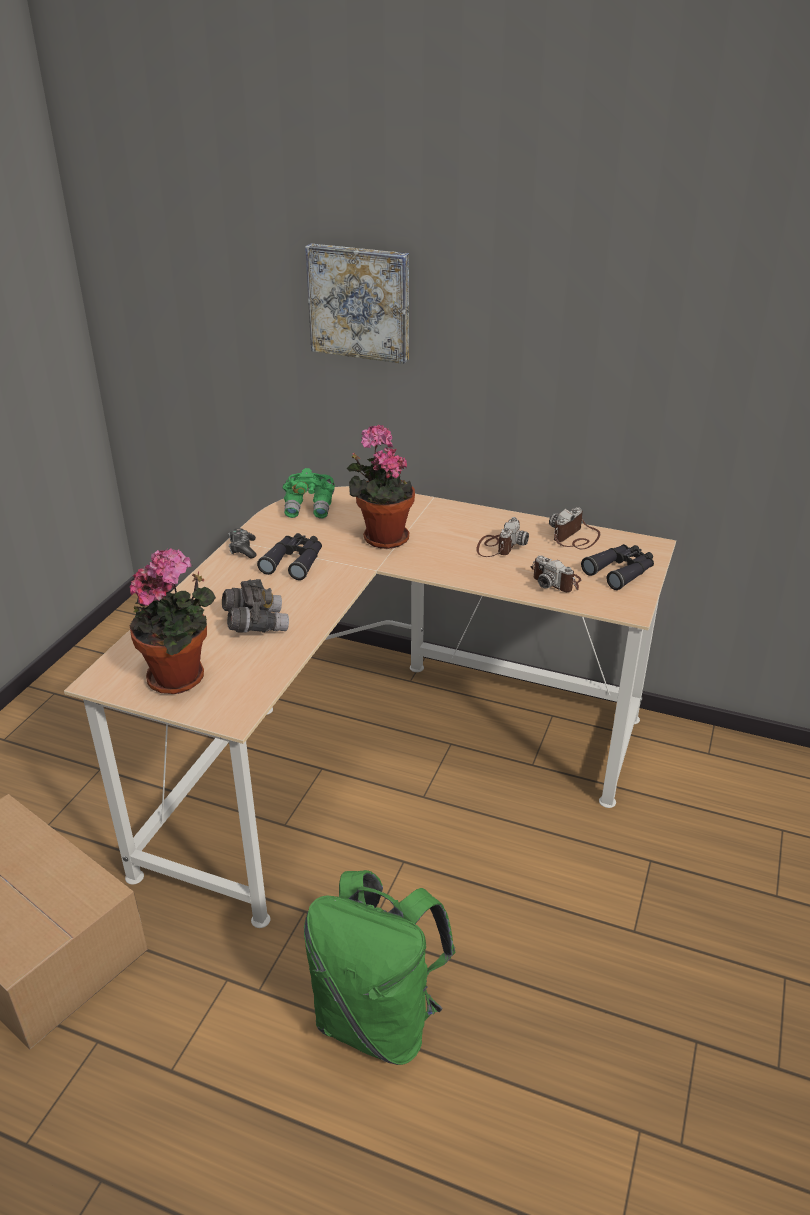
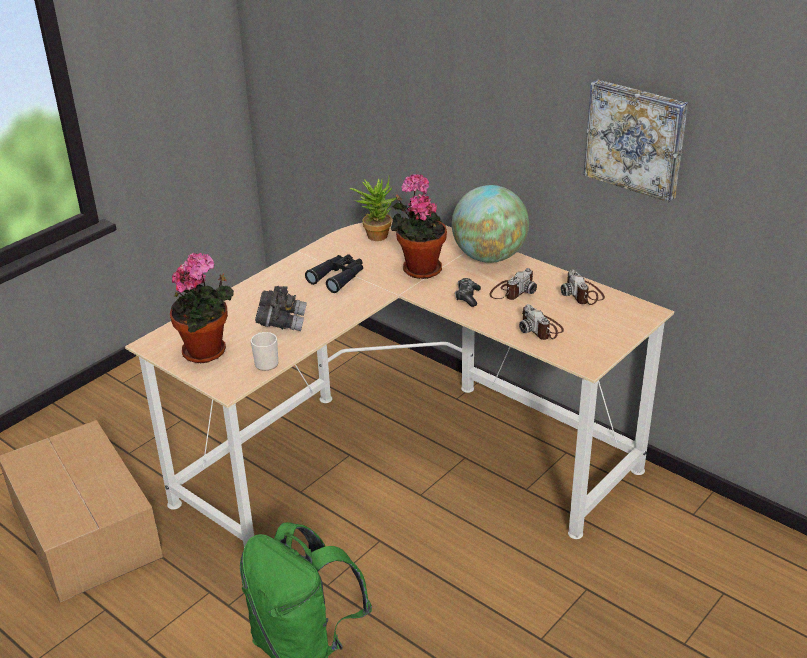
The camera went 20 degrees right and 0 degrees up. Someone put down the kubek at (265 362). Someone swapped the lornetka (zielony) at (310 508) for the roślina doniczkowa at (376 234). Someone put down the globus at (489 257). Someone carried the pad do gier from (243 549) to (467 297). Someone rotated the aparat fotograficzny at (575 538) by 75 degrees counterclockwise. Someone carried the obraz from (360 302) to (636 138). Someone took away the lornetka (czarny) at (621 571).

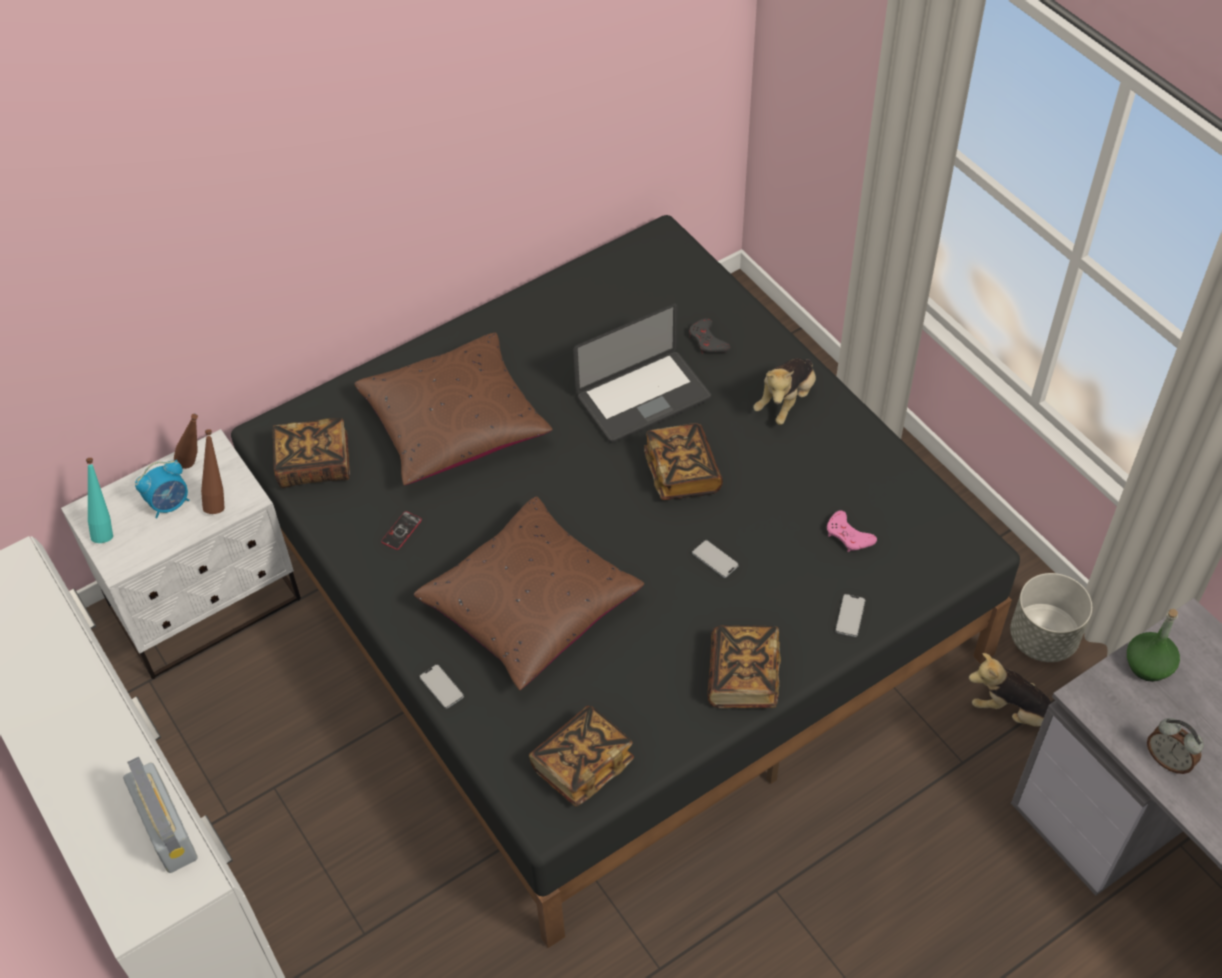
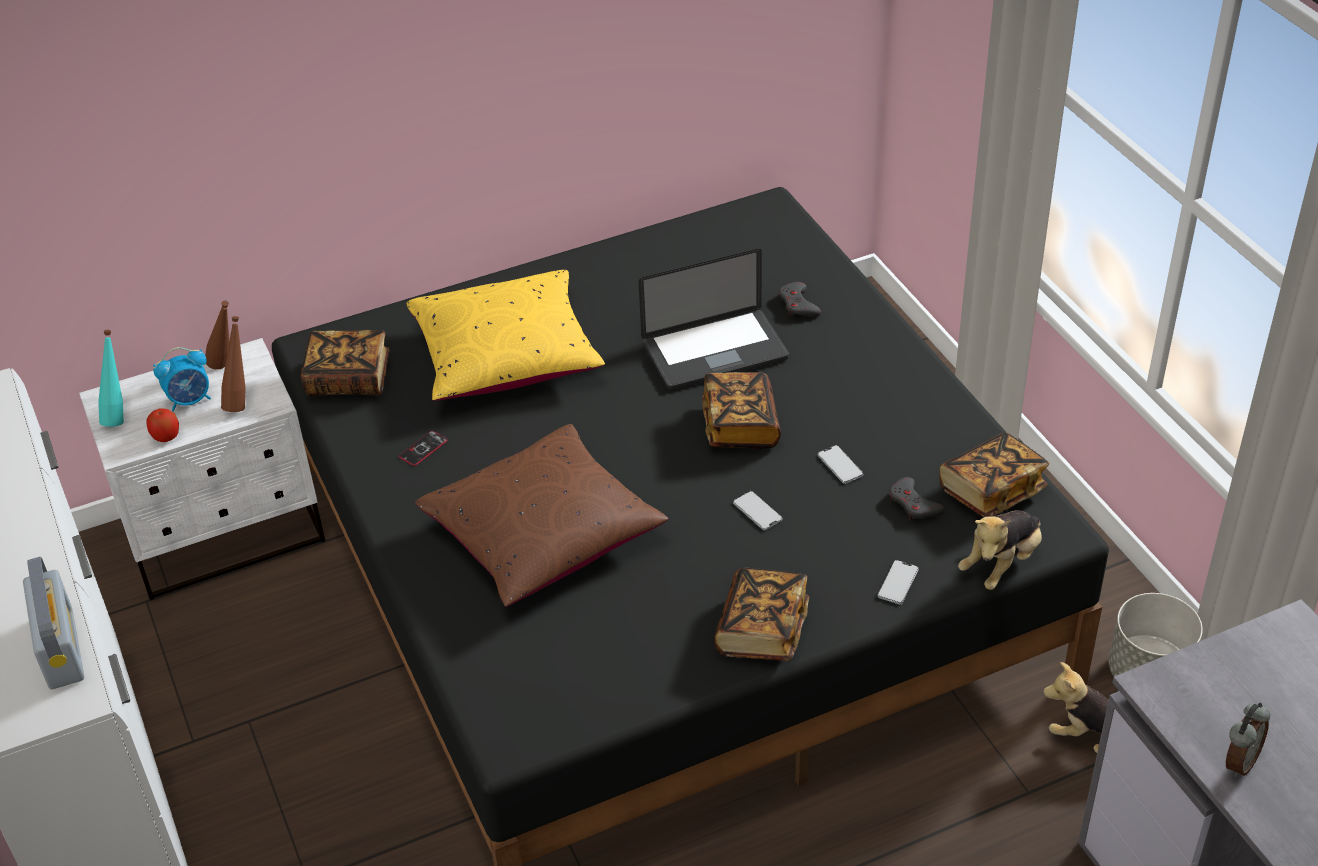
The camera went 10 degrees right and 10 degrees down. Someone put down the jabłko at (166 437). Someone repainted the poduszka (brązowy) at (454 424), which became the poduszka (żółty) at (505 356). Someone carried the telefon from (441 687) to (840 465). Someone repainted the pad do gier (różowy) at (848 536), which became the pad do gier (szary) at (913 504). Someone carried the książka from (582 765) to (991 490). Someone carried the pluszak from (786 401) to (1001 564). Someone rotated the budzik at (1168 760) by 105 degrees counterclockwise. Someone took away the butelka (zielony) at (1148 665).

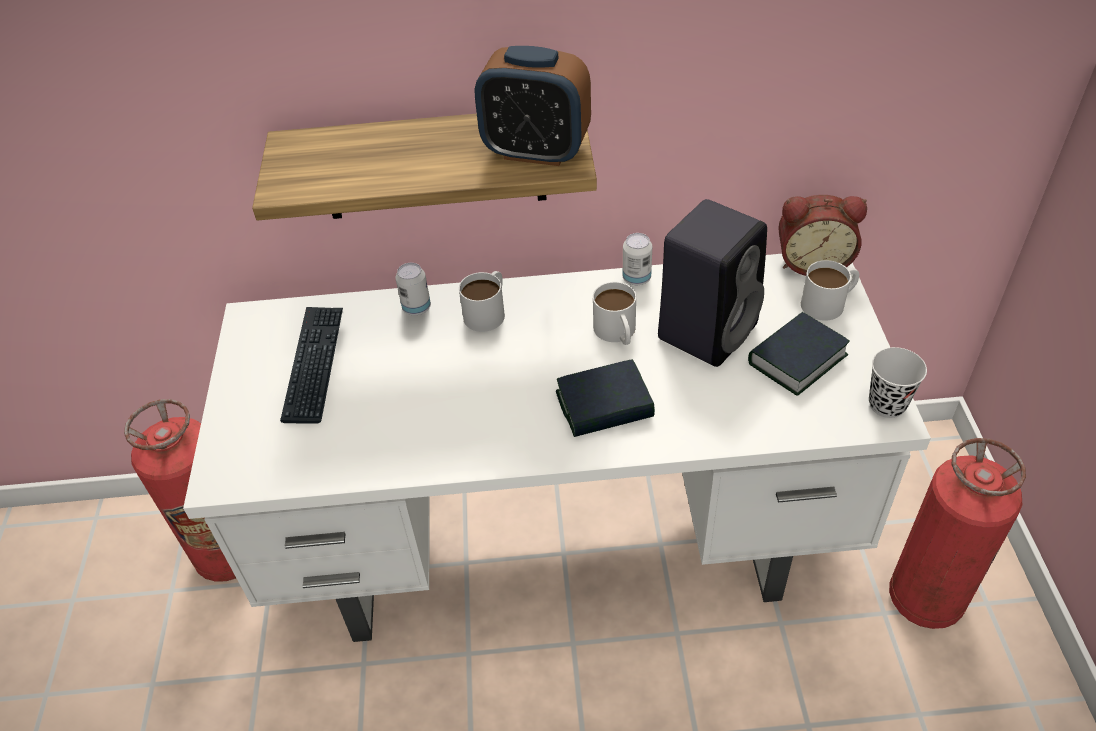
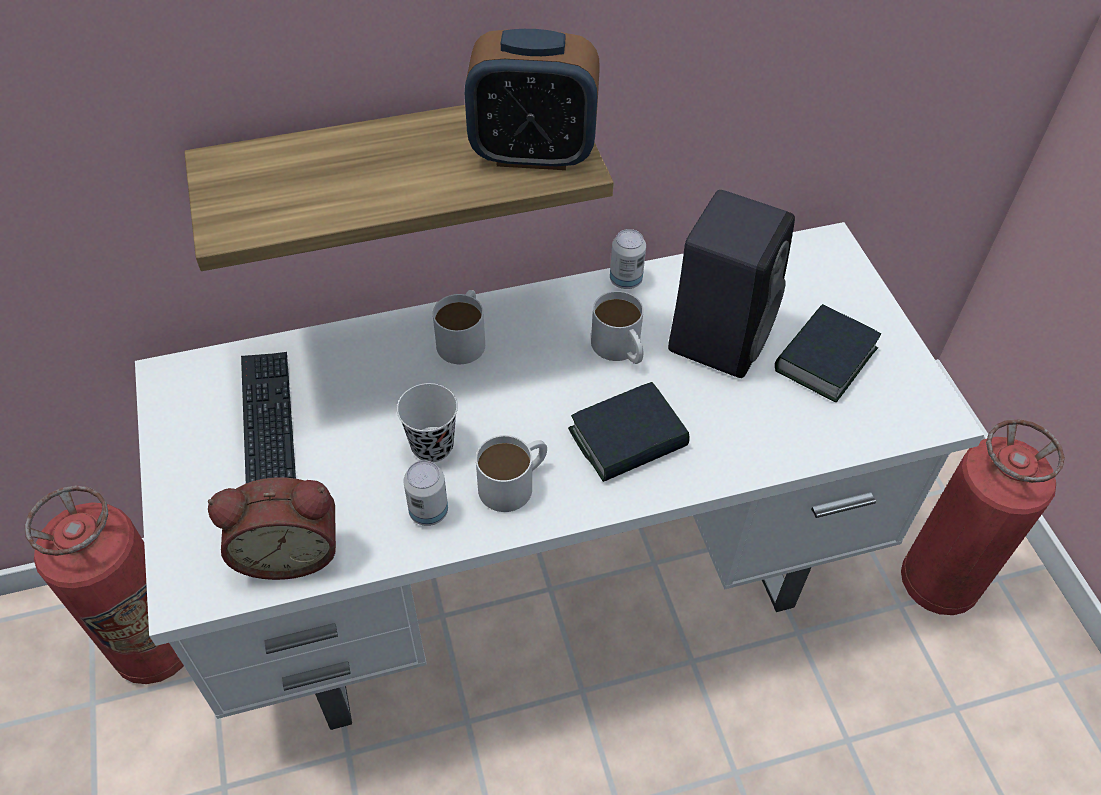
The camera went 15 degrees left and 5 degrees up. Someone carried the budzik from (812 262) to (289 550). Someone carried the filiżanka (czarny) from (887 404) to (432 446). Someone carried the puszka from (416 308) to (428 511). Someone carried the kubek (biały) from (829 302) to (514 482).

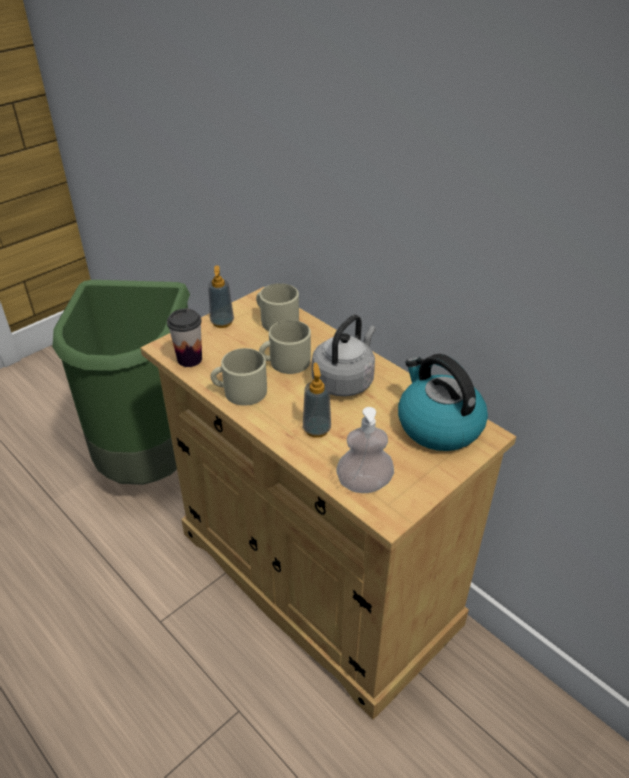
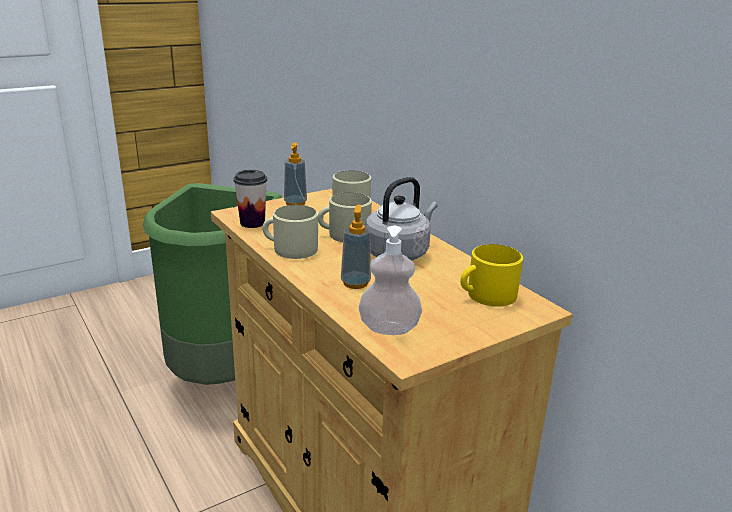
The camera went 10 degrees right and 15 degrees down. Someone swapped the czajnik at (438 425) for the kubek (żółty) at (486 295).

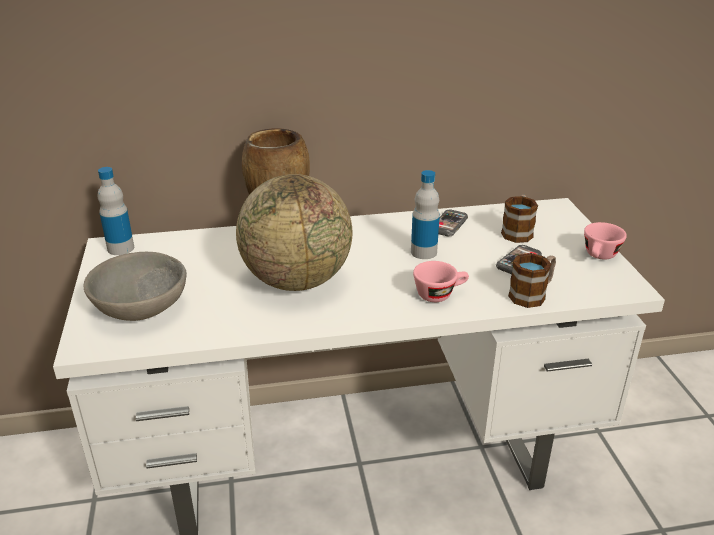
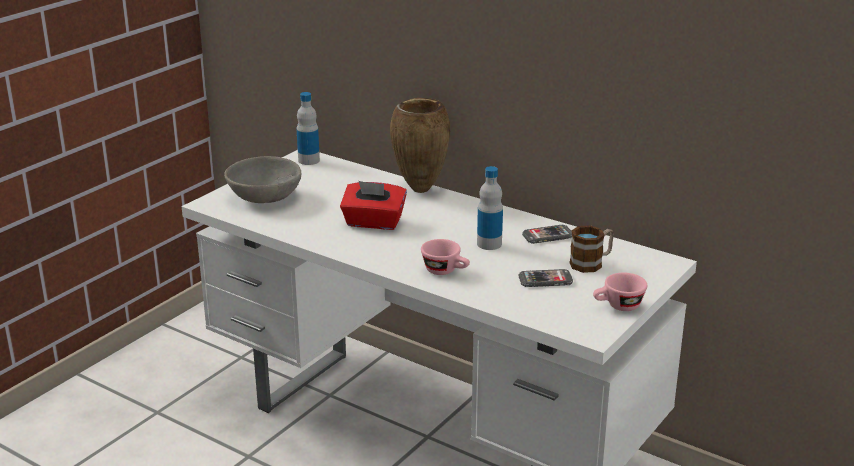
The camera went 45 degrees right and 5 degrees down. Someone swapped the globus at (297 280) for the pudełko chusteczek (czerwony) at (373 223). Someone took away the kubek at (532 294).

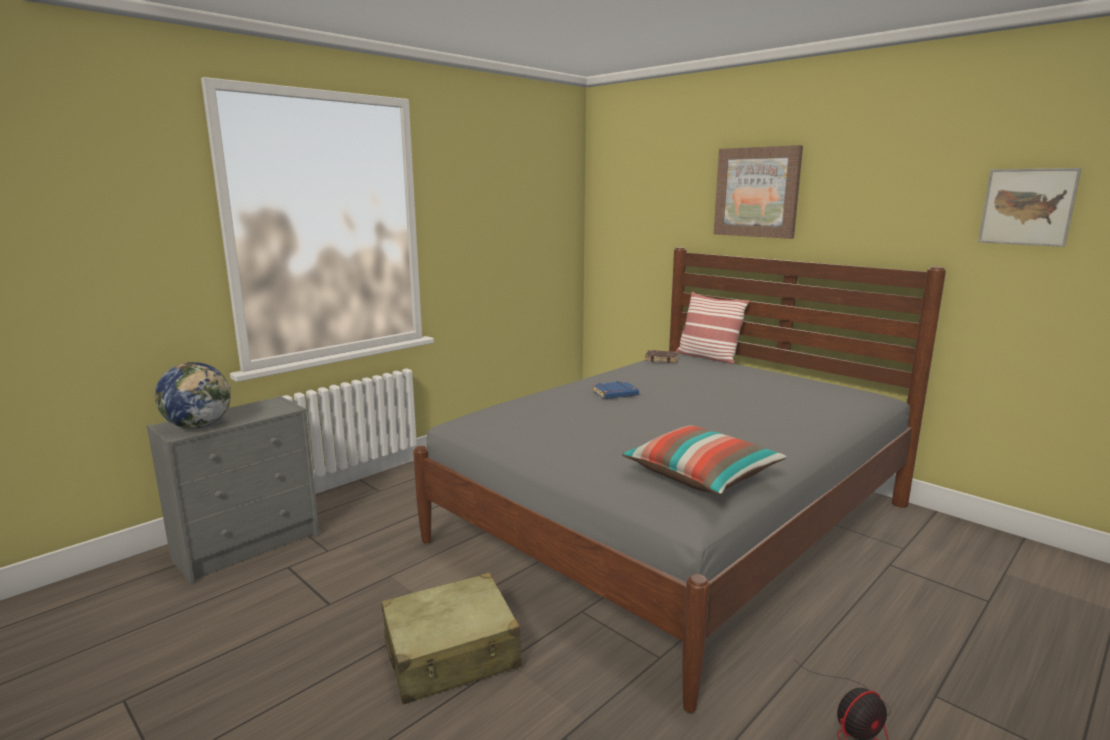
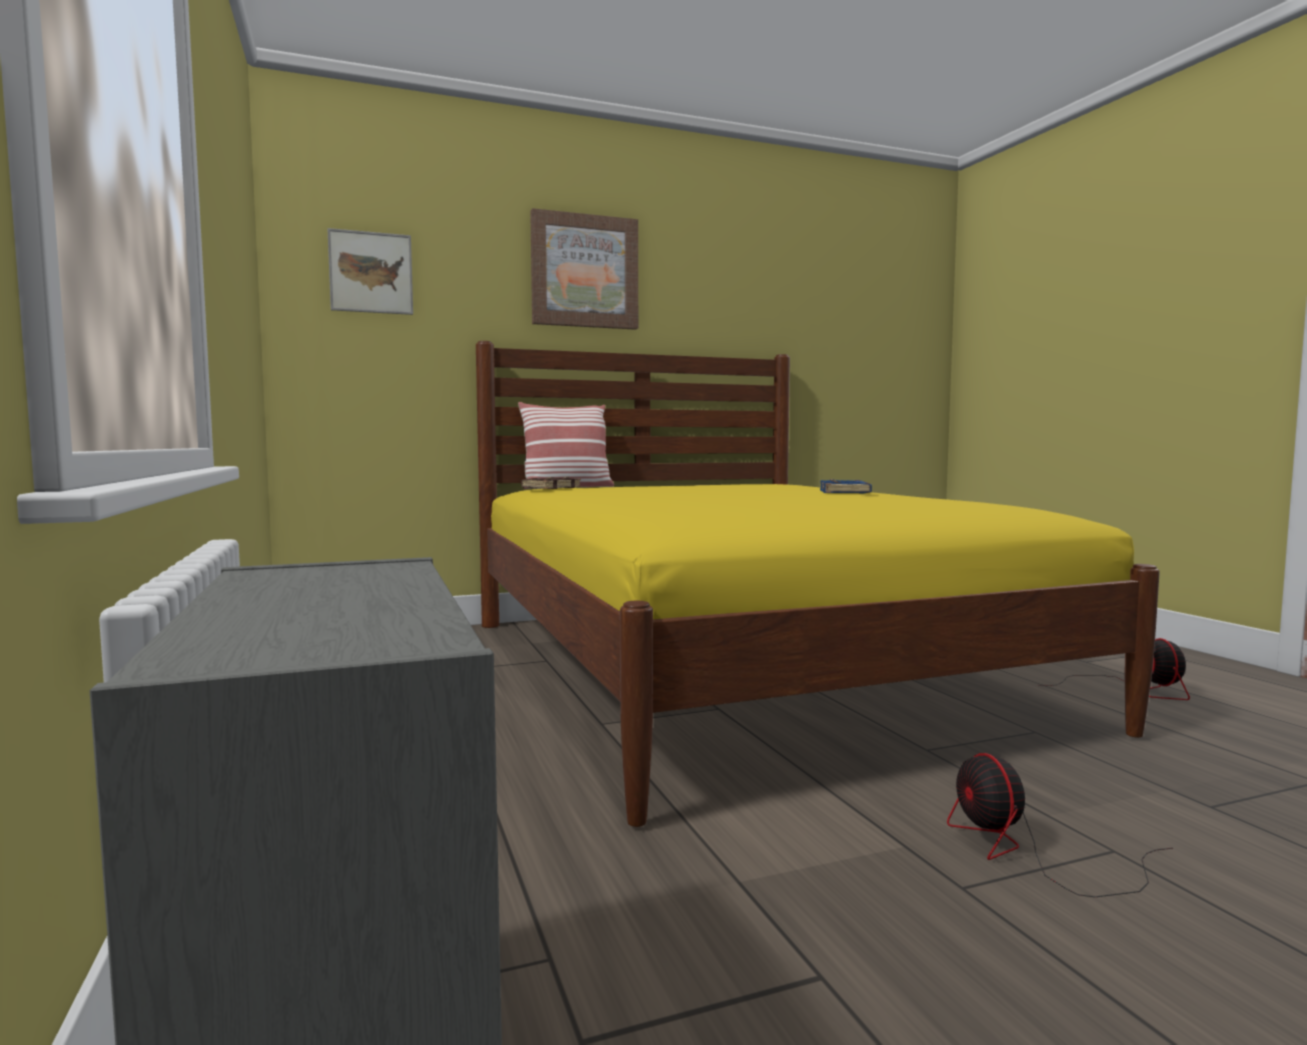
The camera went 65 degrees left and 10 degrees down. Someone carried the obraz from (1027 207) to (371 272). Someone repainted the łóżko (szary) at (676 522), which became the łóżko (żółty) at (736 669). Someone carried the książka (niebieski) from (615 394) to (845 492). Someone swapped the walizka (beżowy) at (452 654) for the wentylator at (1030 853). Someone took away the globus at (199 426). Someone took away the poduszka at (701 476).

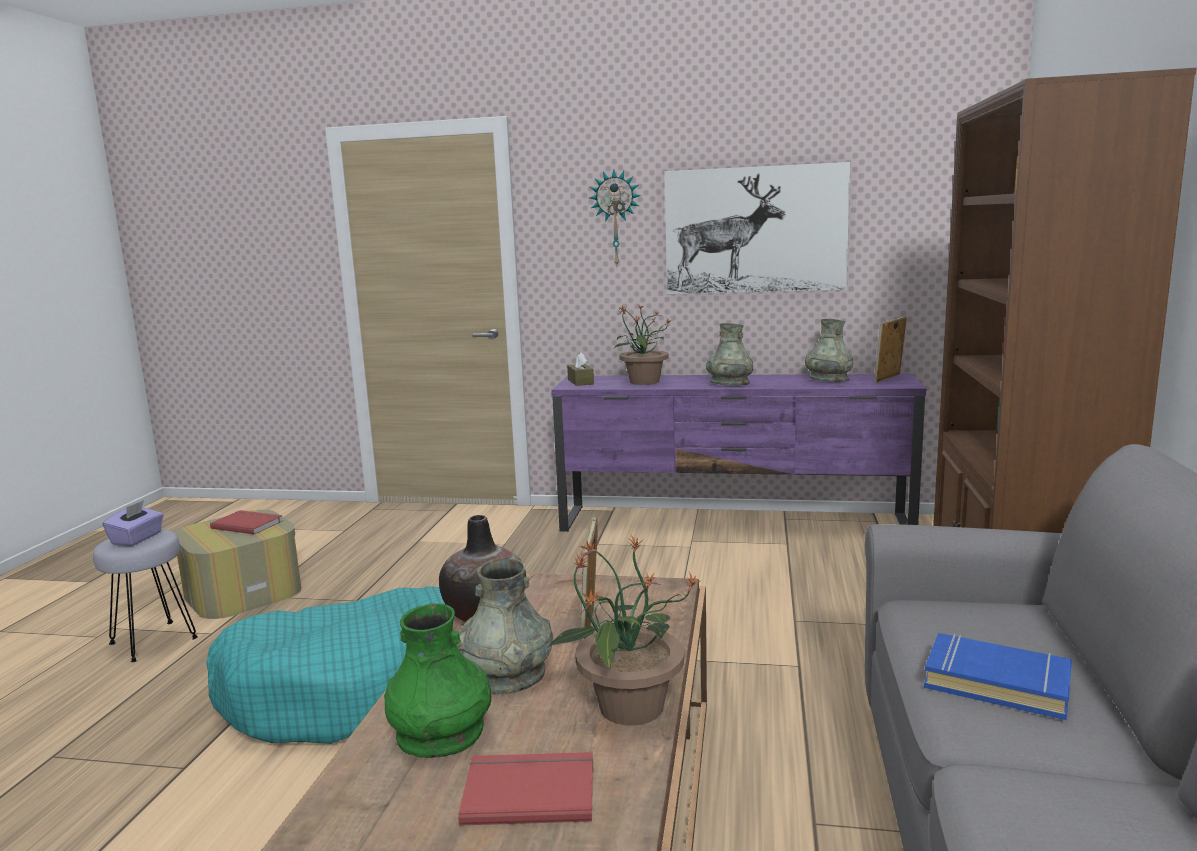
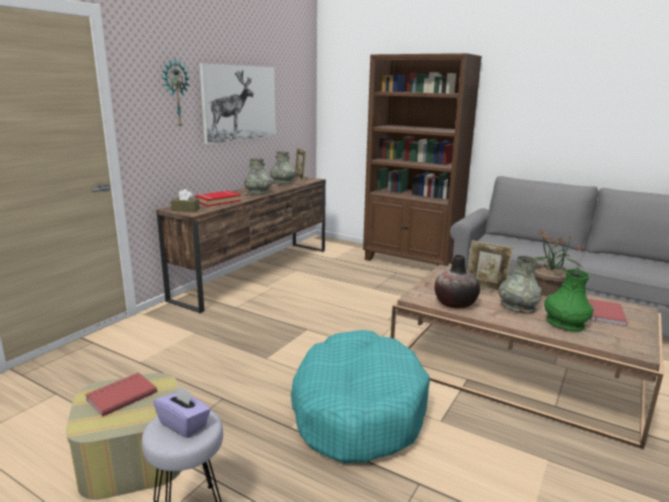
The camera went 70 degrees left and 5 degrees up. Someone repainted the szafka pod telewizor (fioletowy) at (734 523), which became the szafka pod telewizor (brązowy) at (257 272). Someone swapped the roślina doniczkowa at (643 382) for the książka (czerwony) at (218 201). Someone took away the książka (niebieski) at (997 683).

